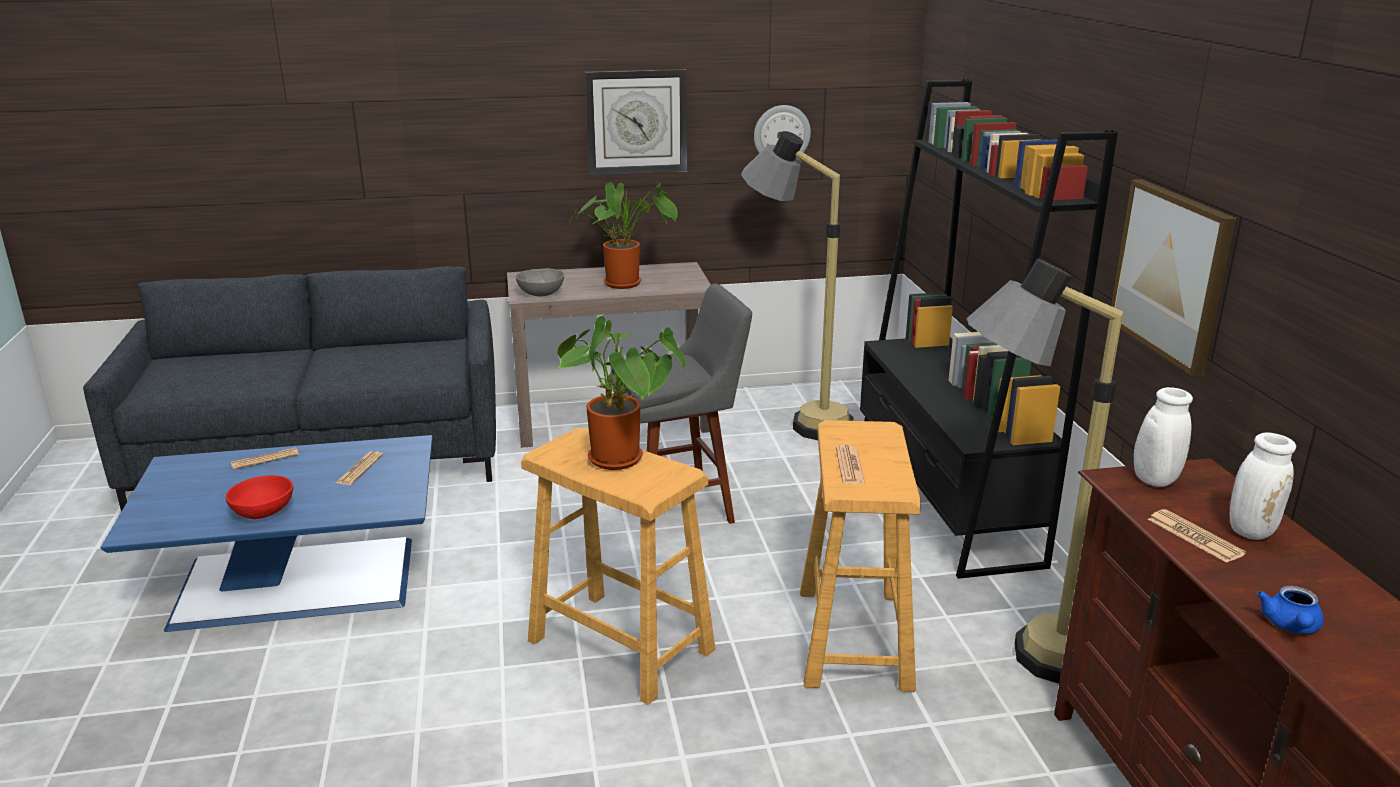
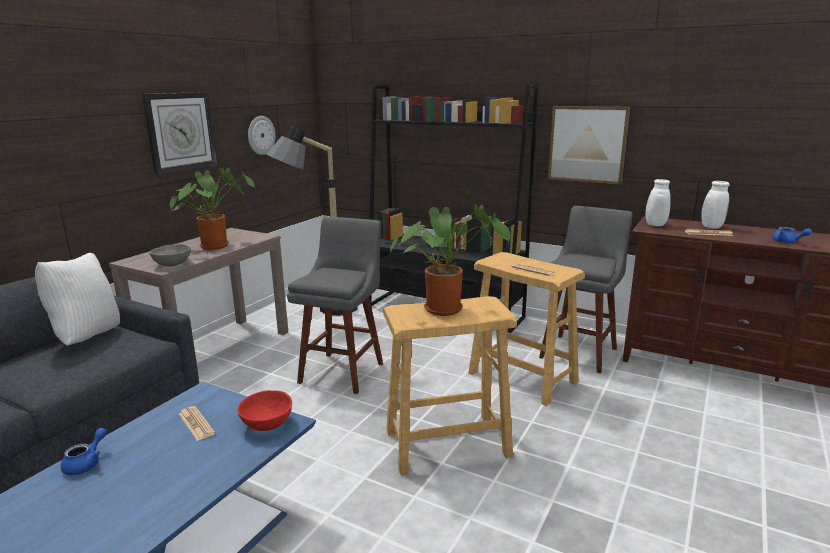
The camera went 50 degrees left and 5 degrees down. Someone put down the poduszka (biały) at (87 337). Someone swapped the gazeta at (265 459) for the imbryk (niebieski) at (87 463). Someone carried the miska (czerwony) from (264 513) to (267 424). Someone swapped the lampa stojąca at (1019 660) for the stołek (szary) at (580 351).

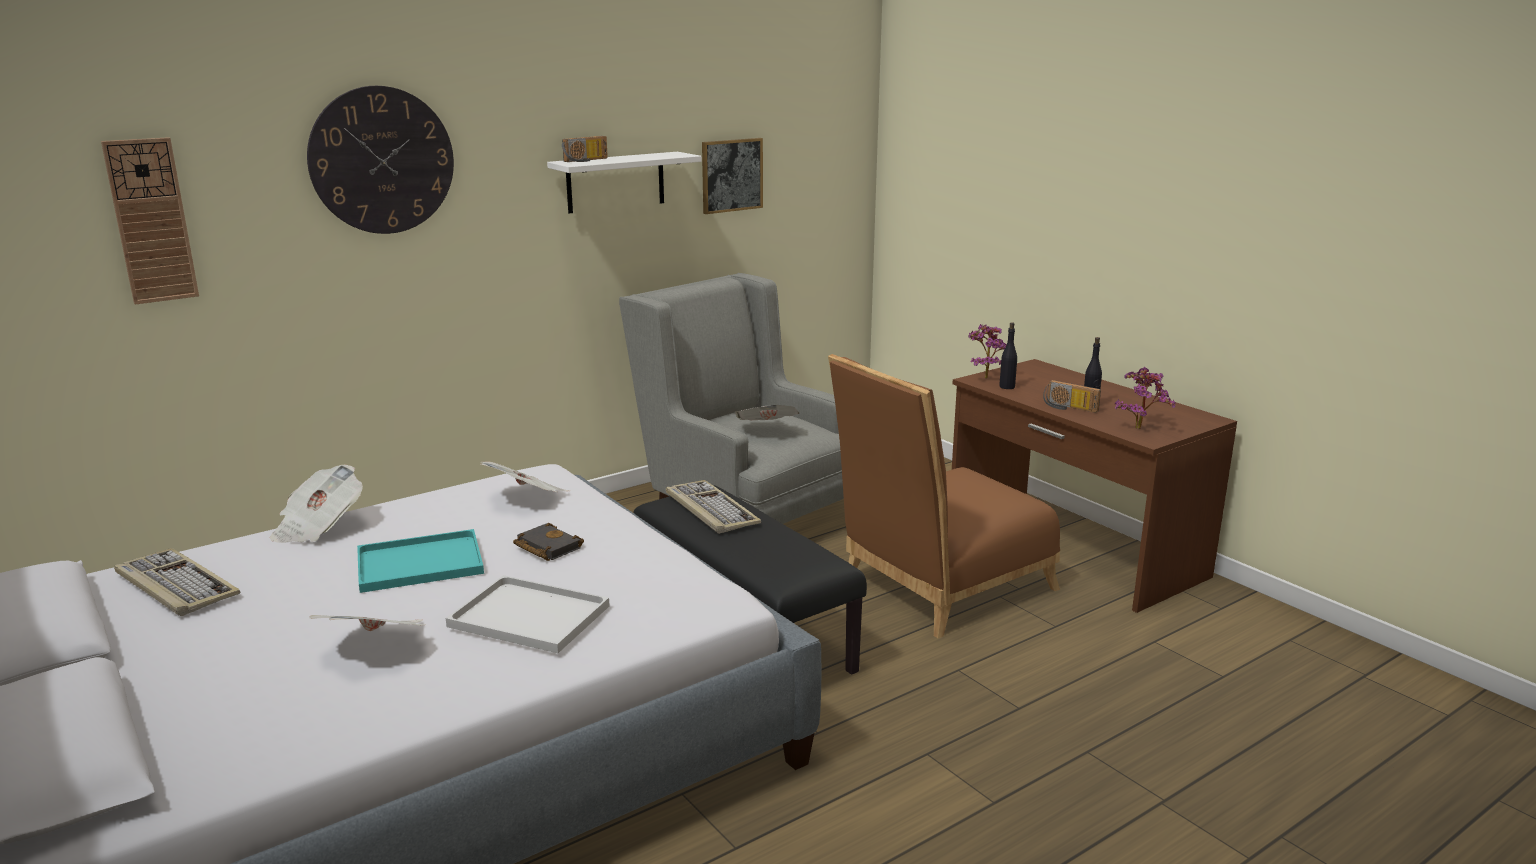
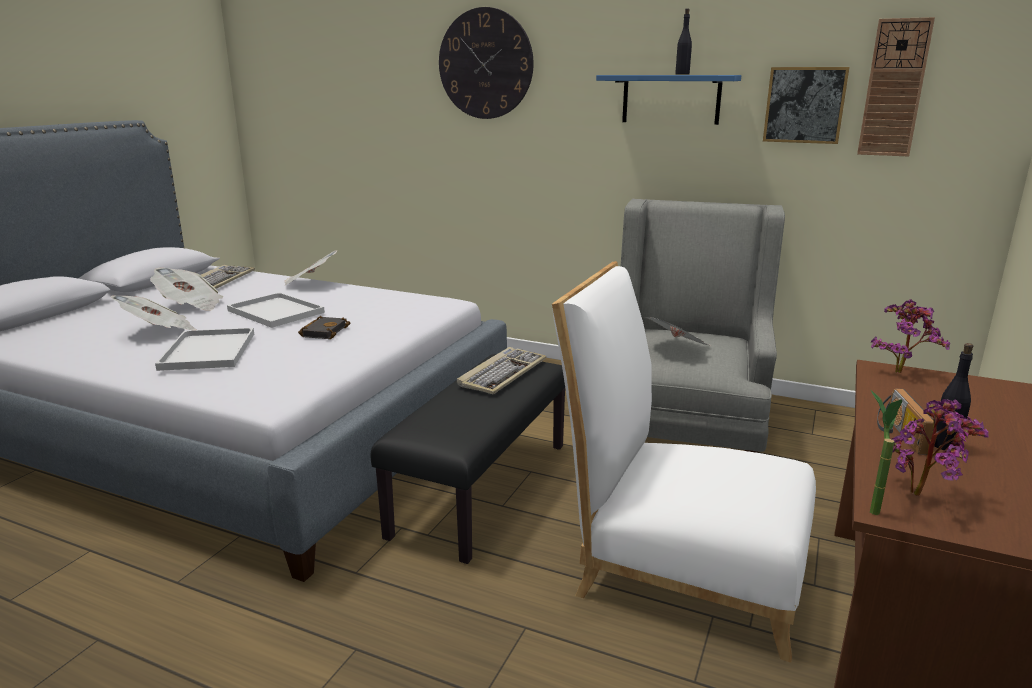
The camera went 60 degrees right and 0 degrees up. Someone carried the gazeta from (527 498) to (190 305). Someone repainted the taca (turkusowy) at (417 564), which became the taca (biały) at (274 311). Someone repainted the krzesło (brązowy) at (938 587), which became the krzesło (biały) at (679 567). Someone repainted the półka (biały) at (615 182), which became the półka (niebieski) at (671 99). Someone carried the butelka (czarny) from (1007 387) to (682 74). Someone carried the zegar ścienny from (151 221) to (894 88). Someone put down the roślina doniczkowa at (868 507). Someone took away the radio at (587 160).

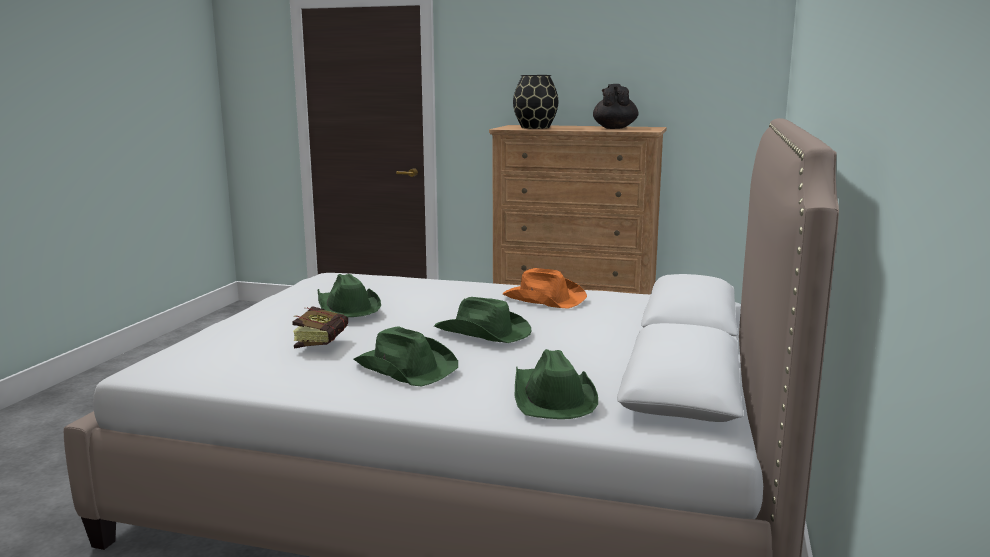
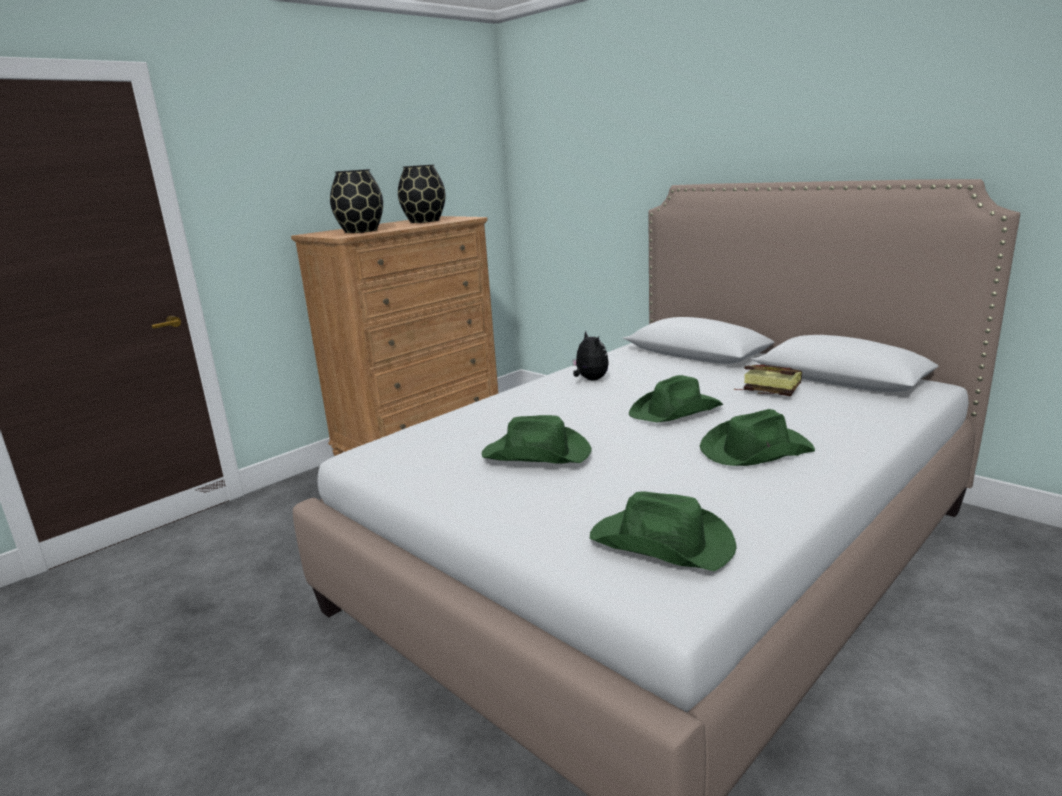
The camera went 60 degrees left and 5 degrees up. Someone swapped the imbryk (czarny) at (614 128) for the wazon (czarny) at (424 221). Someone swapped the kapelusz (pomarańczowy) at (543 298) for the pluszak at (590 380). Someone carried the kapelusz (zielony) from (552 397) to (663 544). Someone carried the książka from (324 343) to (765 391).

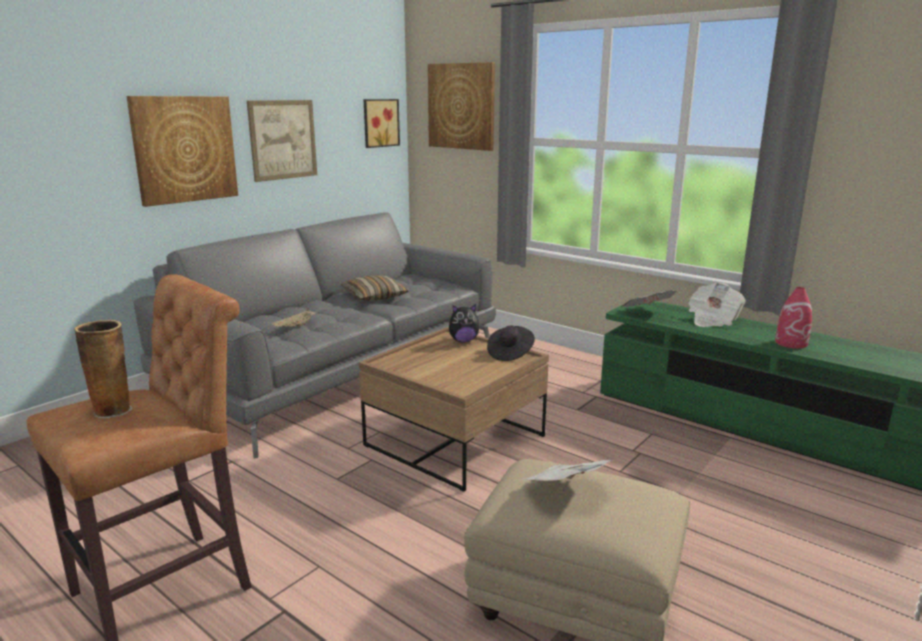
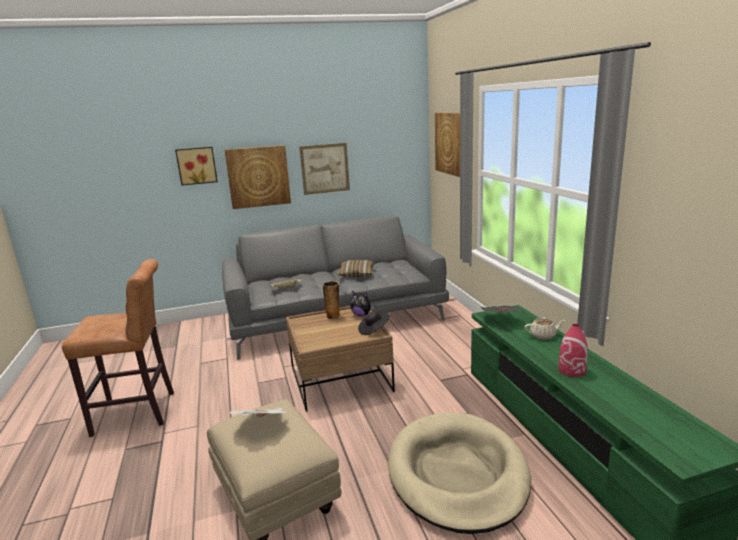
The camera went 35 degrees right and 0 degrees up. Someone carried the obraz from (379 123) to (196 165). Someone carried the wazon from (113 410) to (333 317). Someone put down the legowisko (beżowy) at (457 474). Someone swapped the gazeta at (712 320) for the imbryk (beżowy) at (543 335).

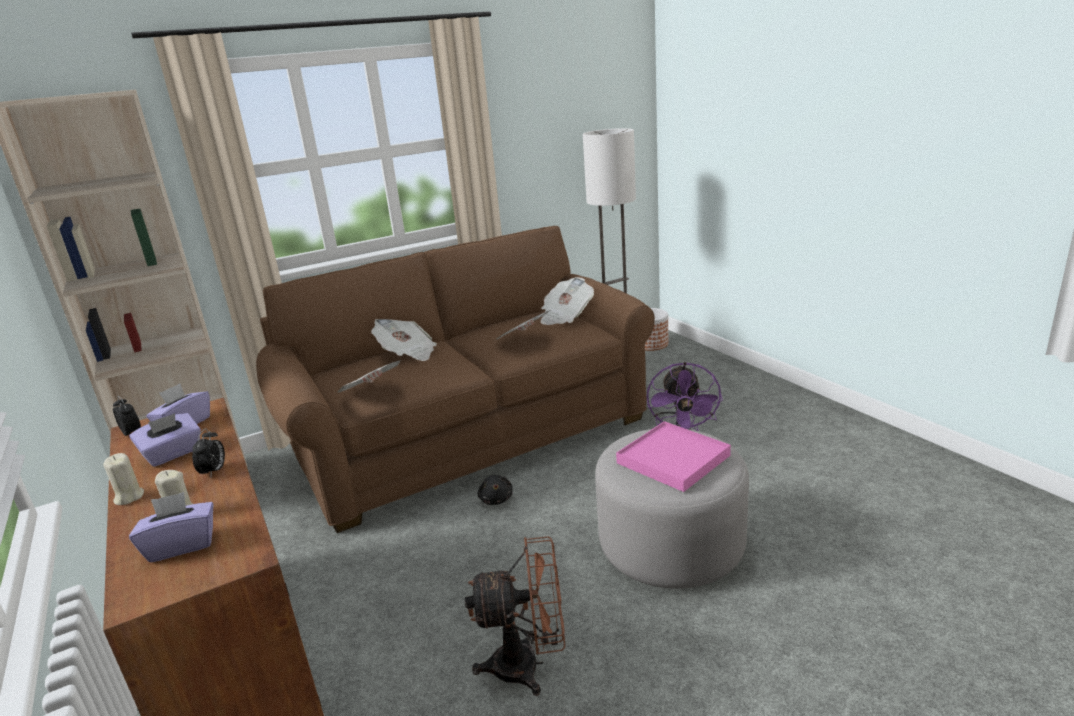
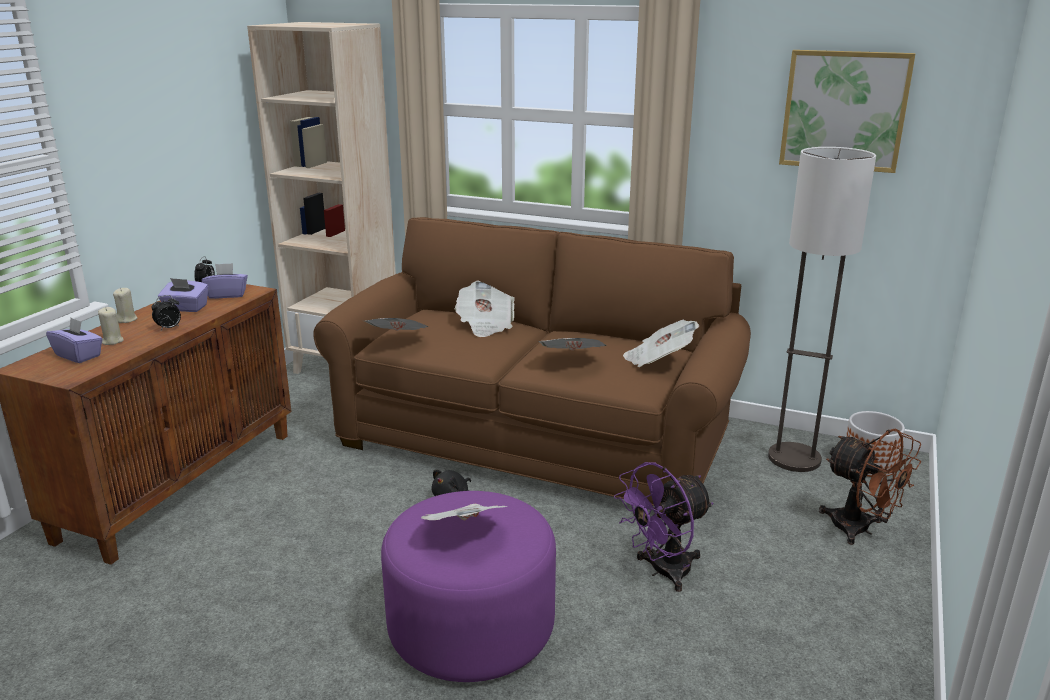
The camera went 50 degrees right and 0 degrees up. Someone repainted the pufa (szary) at (671 544), which became the pufa (fioletowy) at (471 628). Someone swapped the taca (różowy) at (672 459) for the gazeta at (464 531). Someone put up the obraz at (844 110). Someone carried the wentylator (brązowy) from (529 665) to (860 530).

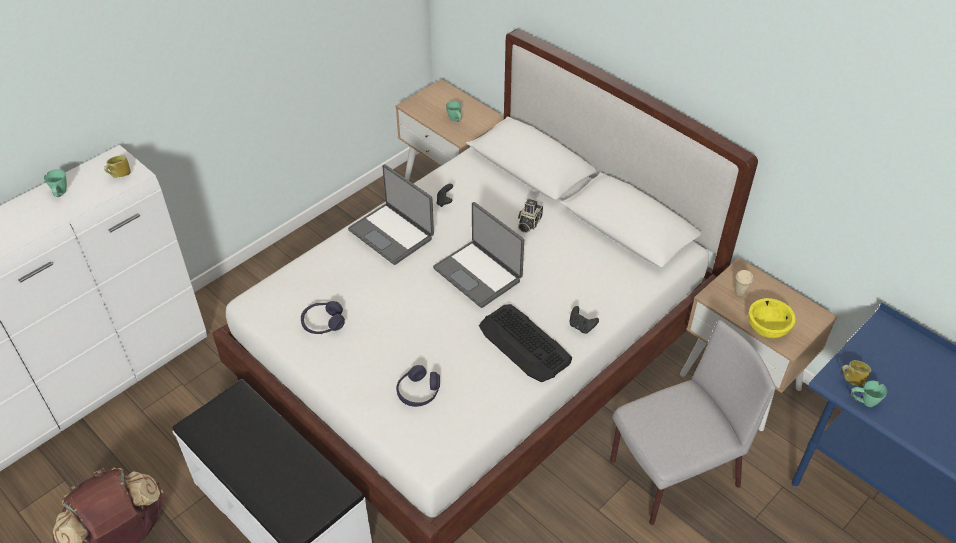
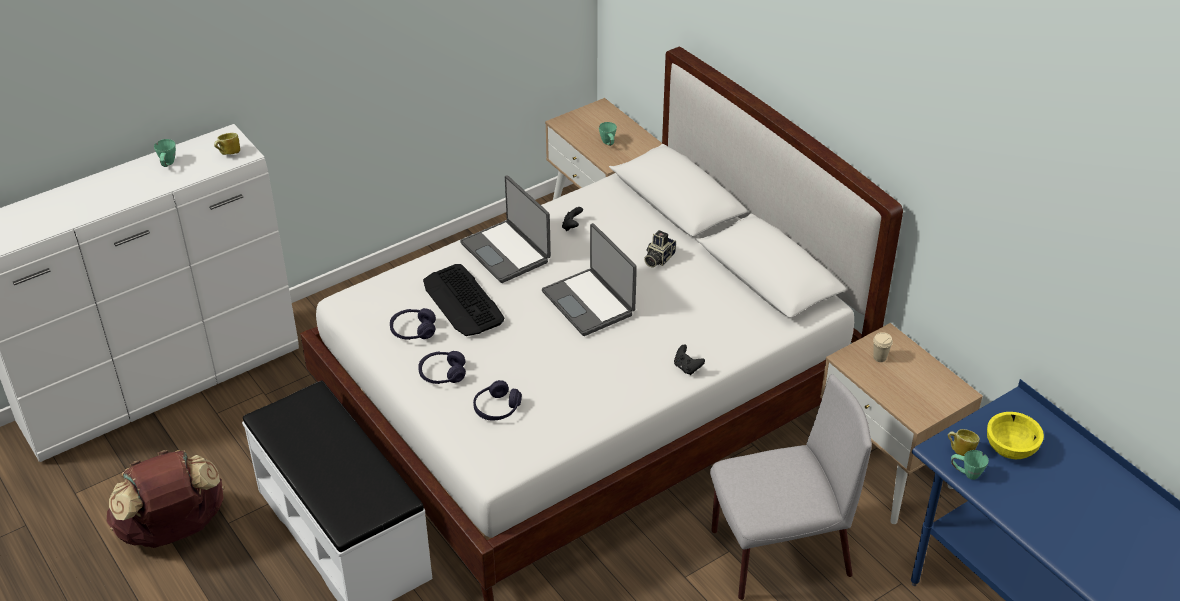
The camera went 10 degrees right and 5 degrees down. Someone put down the słuchawki (fioletowy) at (442 374). Someone carried the klawiatura from (524 344) to (463 301). Someone carried the miska (żółty) from (768 328) to (1011 448).

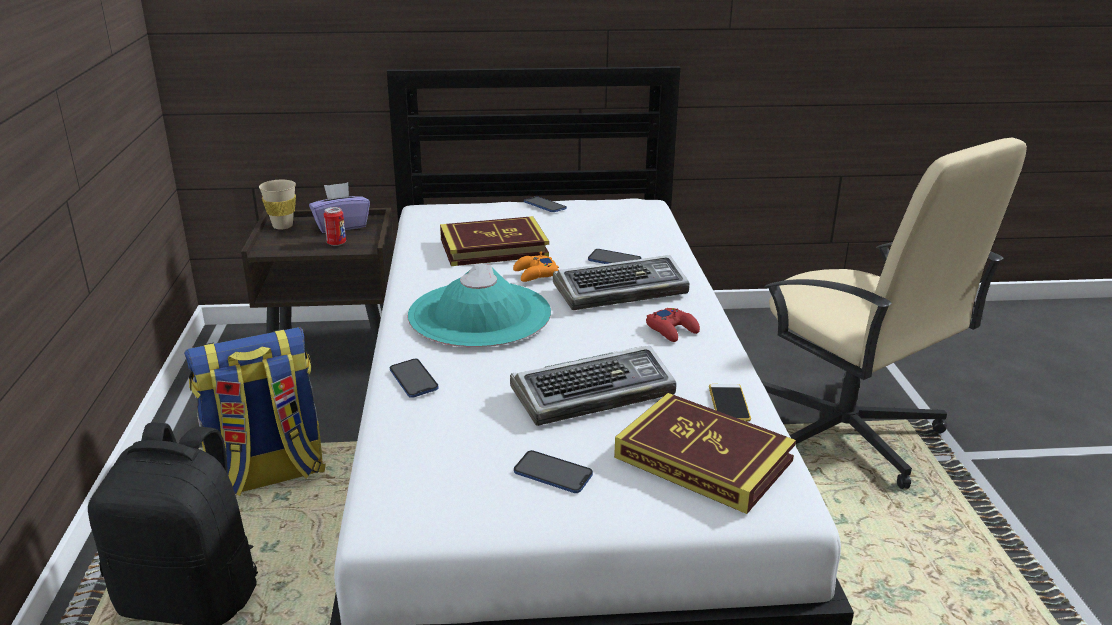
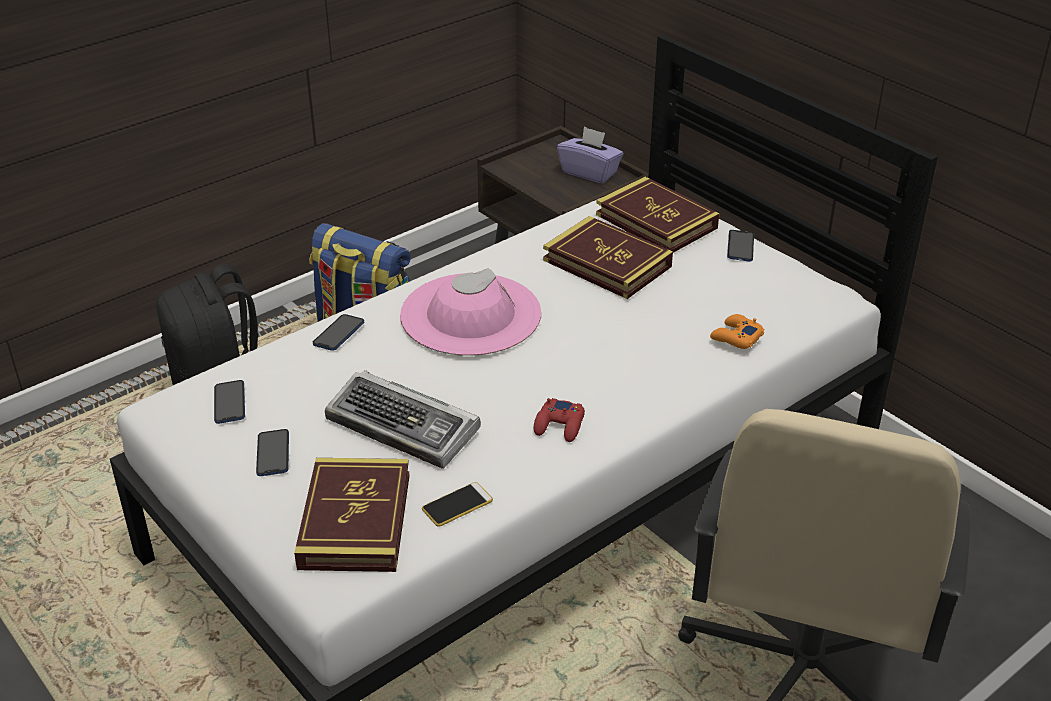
The camera went 55 degrees right and 10 degrees up. Someone carried the telefon from (614 260) to (229 403). Someone repainted the kapelusz (turkusowy) at (479 314), which became the kapelusz (różowy) at (470 314). Someone put down the książka at (656 221). Someone carried the pad do gier (pomarańczowy) from (535 274) to (736 337). Someone took away the filiżanka (beżowy) at (282 226). Someone took away the puszka at (336 243). Someone took away the klawiatura at (621 291).

